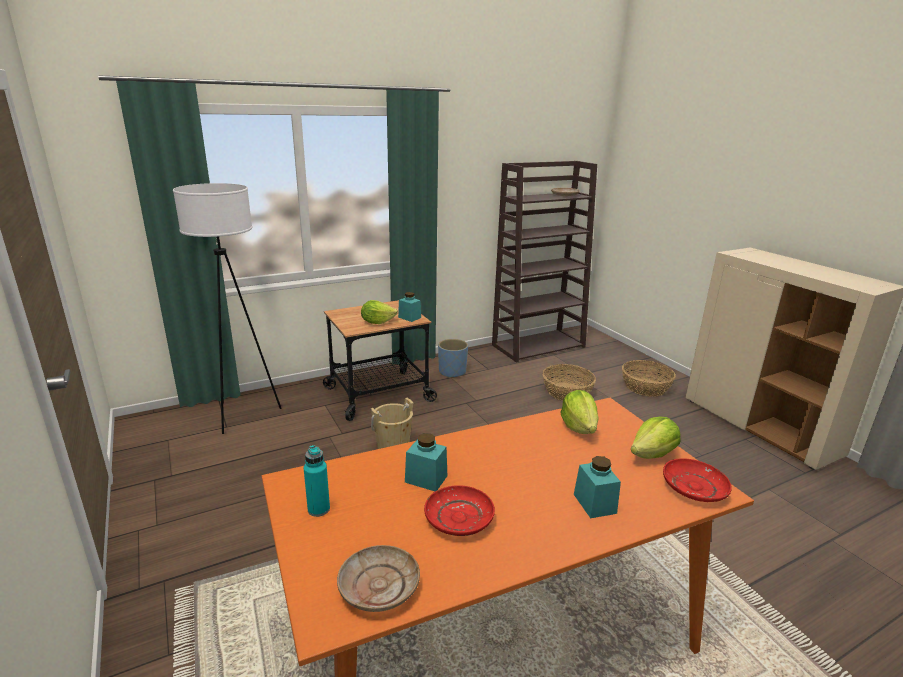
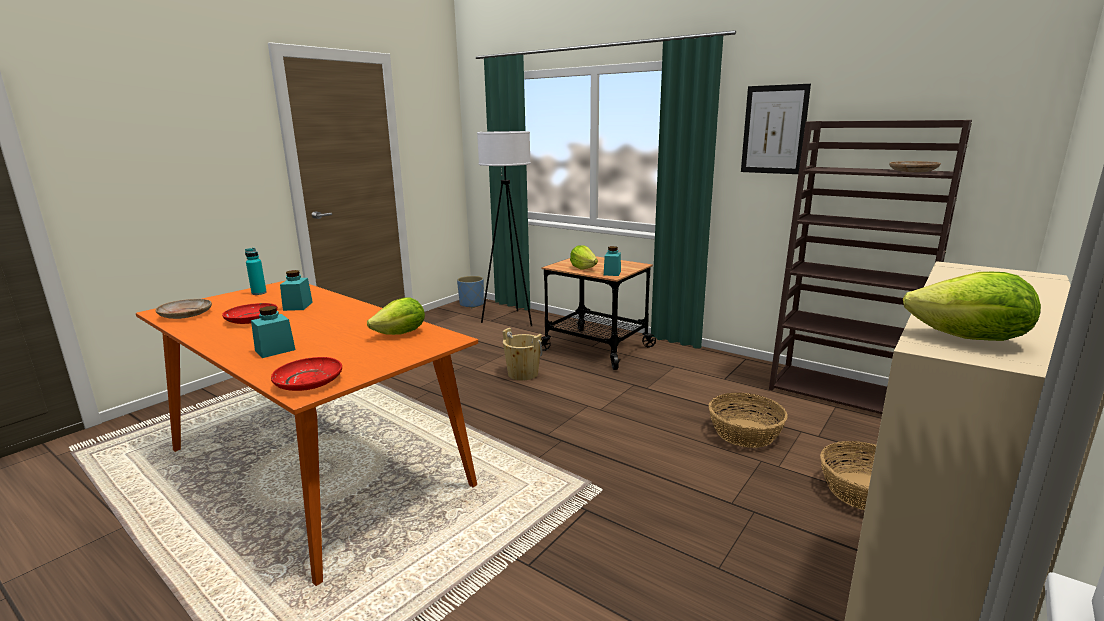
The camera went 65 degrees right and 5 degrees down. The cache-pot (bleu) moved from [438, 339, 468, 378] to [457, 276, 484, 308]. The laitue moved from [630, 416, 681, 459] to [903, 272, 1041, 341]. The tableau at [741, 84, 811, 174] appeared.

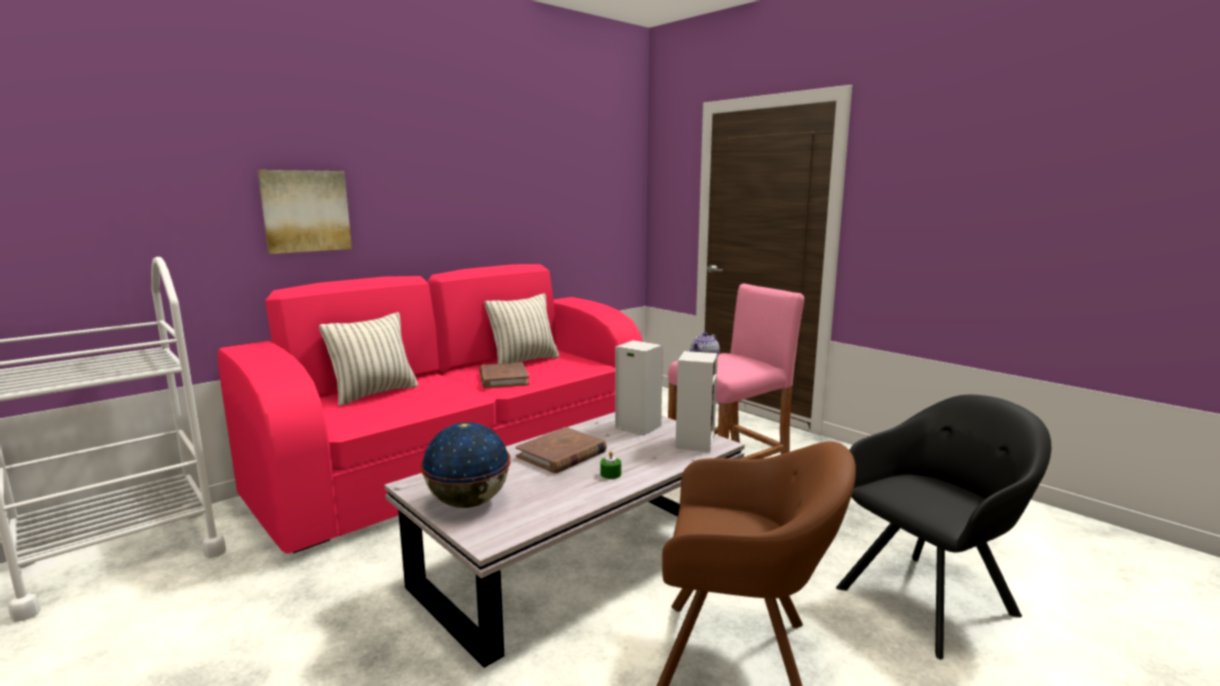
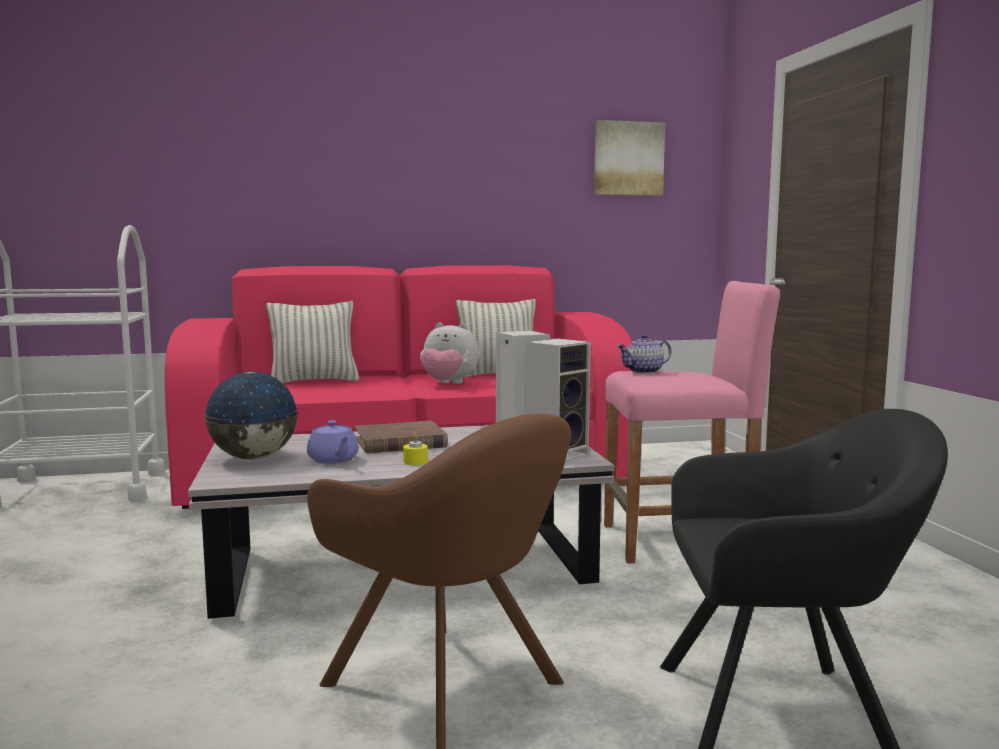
The camera went 30 degrees right and 5 degrees down. The tableau moved from [258, 170, 352, 254] to [594, 120, 665, 196]. The livre (marron) at [479, 362, 530, 388] was replaced by the peluche at [420, 323, 479, 384]. The bougie (vert) at [600, 451, 621, 479] became the bougie (jaune) at [403, 433, 428, 465]. The théière (violet) at [307, 420, 359, 464] appeared.

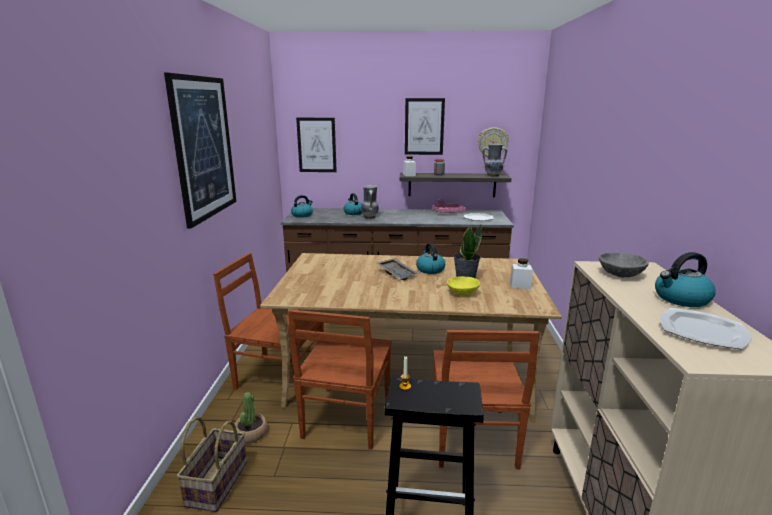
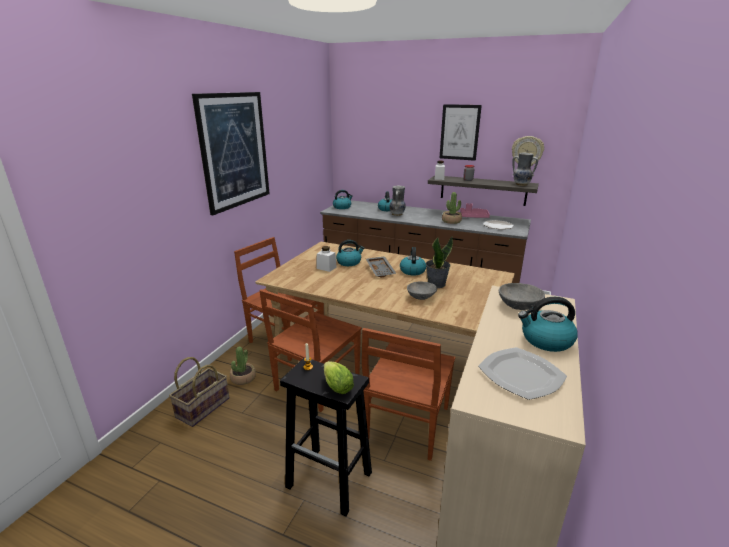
The camera went 20 degrees right and 5 degrees up. The tableau at [296, 118, 337, 172] disappeared. The bocal (blanc) moved from [510, 258, 533, 289] to [317, 246, 337, 272]. The bol (jaune) at [447, 276, 480, 296] became the bol (gris) at [407, 281, 437, 300]. The plante en pot at [442, 192, 462, 224] appeared. The bouilloire at [336, 240, 364, 266] appeared. The laitue at [324, 361, 354, 394] appeared.

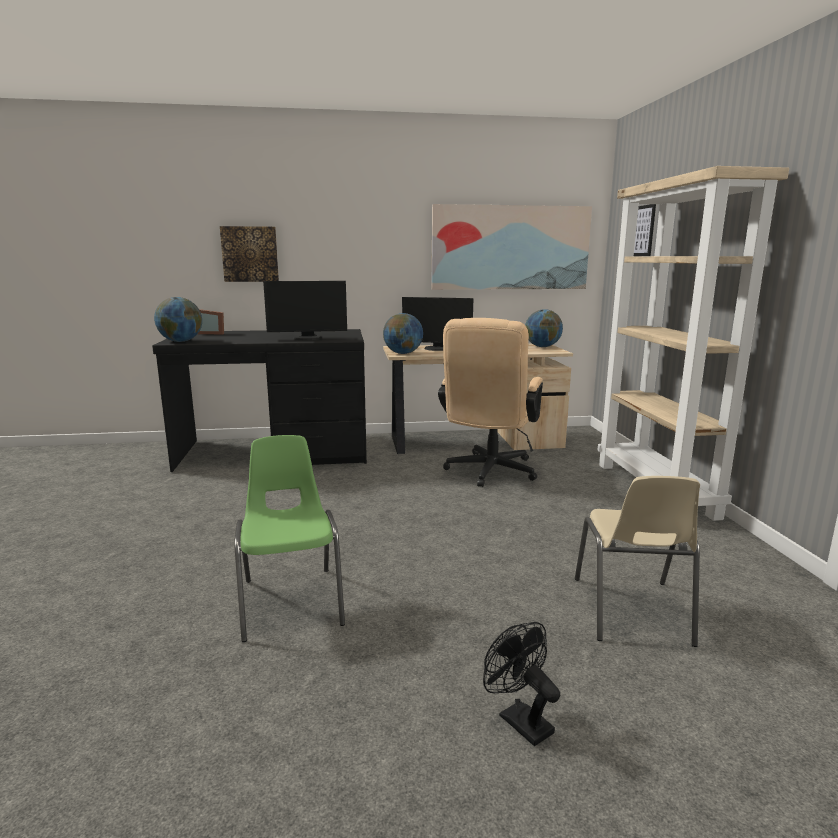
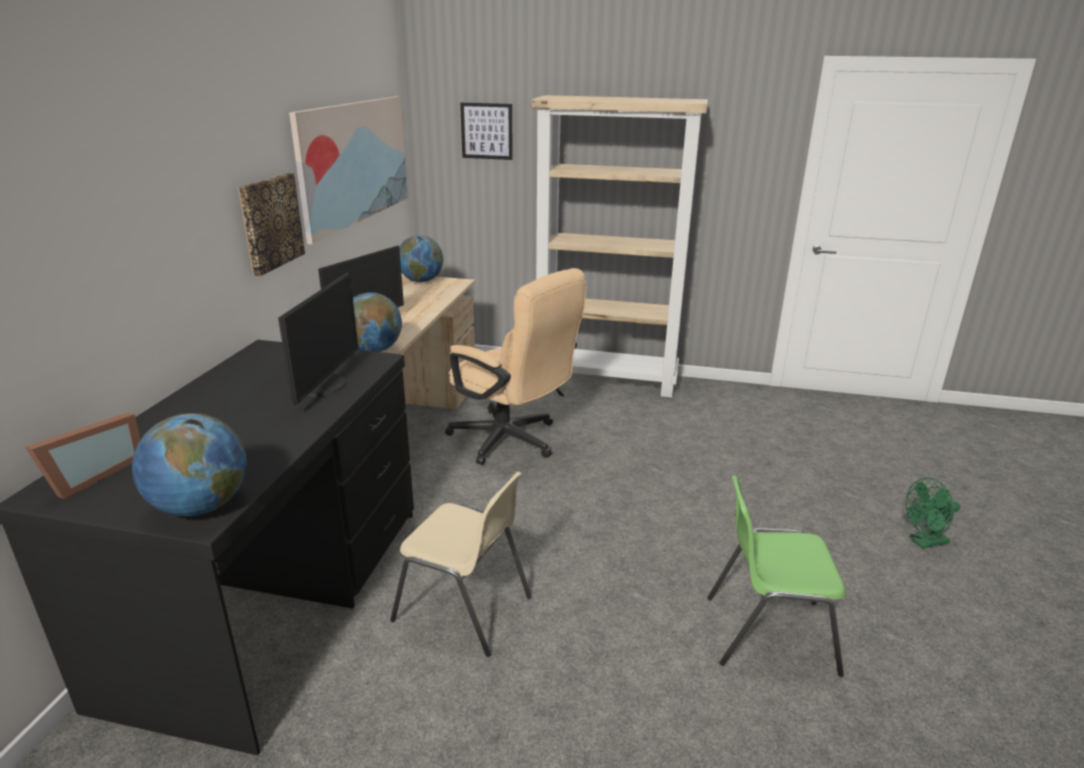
The camera went 70 degrees left and 10 degrees up. The tableau moved from [220, 226, 279, 282] to [238, 173, 305, 276]. The chaise (beige) moved from [575, 476, 700, 647] to [390, 472, 532, 657]. The ventilateur (noir) at [483, 622, 560, 746] became the ventilateur (vert) at [906, 478, 960, 549].

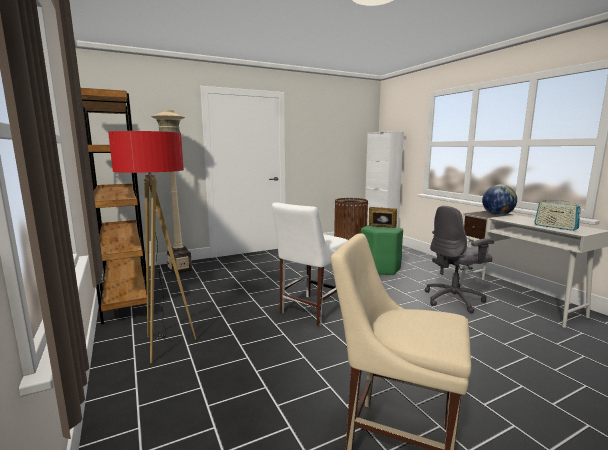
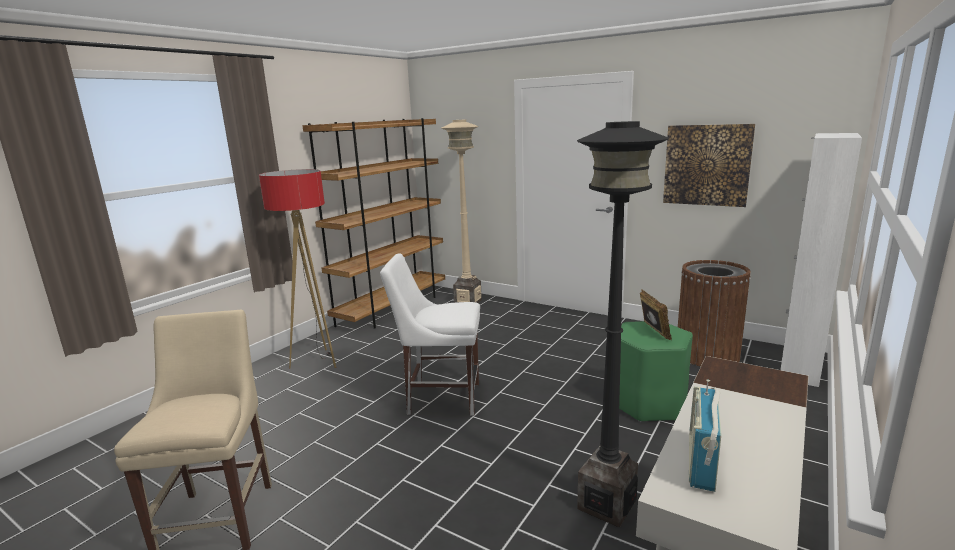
The camera went 60 degrees right and 5 degrees up. The globe at [482, 185, 517, 216] disappeared. The chaise de bureau (gris) at [425, 206, 494, 313] was replaced by the lampadaire (noir) at [577, 121, 669, 527]. The tableau at [663, 124, 755, 207] appeared.

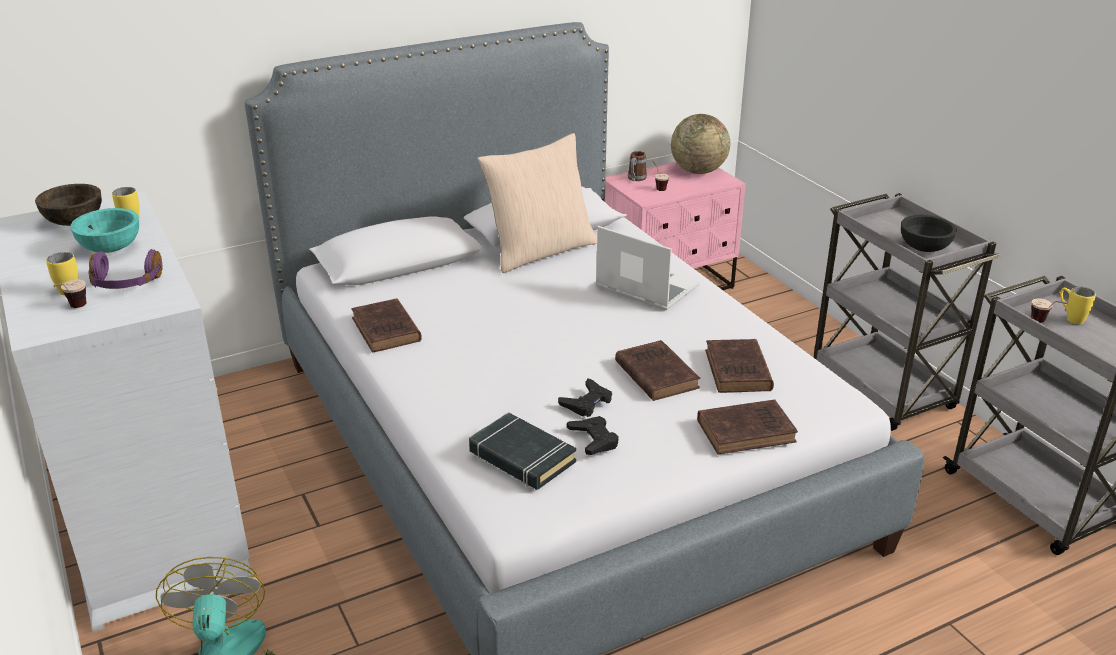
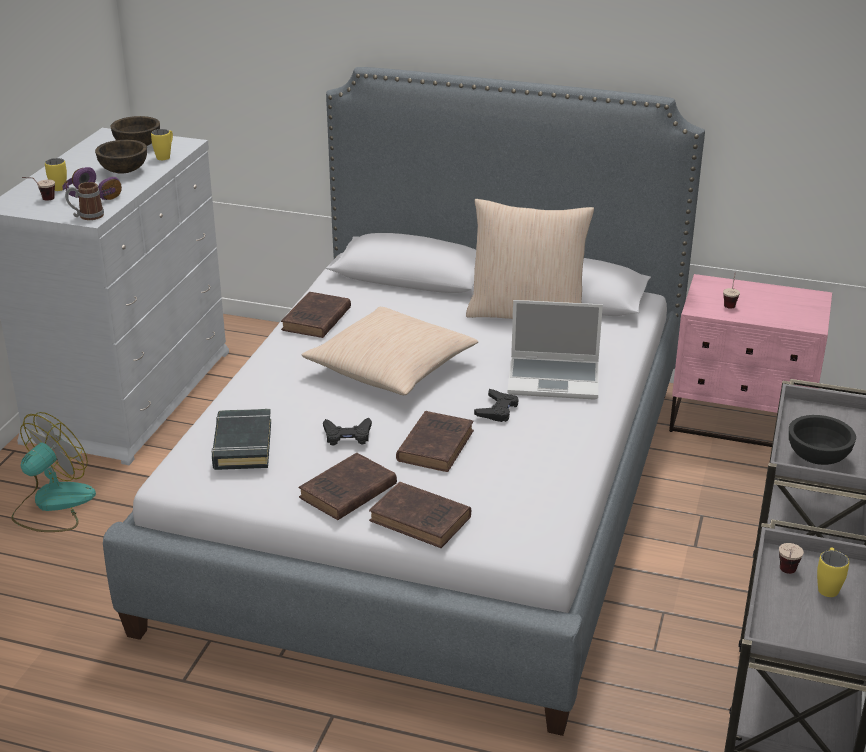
The camera went 45 degrees right and 0 degrees up. The globe at [671, 114, 730, 174] disappeared. The mug moved from [628, 151, 647, 181] to [65, 182, 104, 220]. The bol (turquoise) at [70, 208, 139, 253] became the bol (marron) at [95, 140, 147, 174]. The ordinateur portable at [596, 226, 700, 310] turned 105 degrees clockwise. The livre (marron) moved from [705, 339, 774, 393] to [298, 453, 397, 520]. The manette (noir) moved from [567, 416, 618, 455] to [474, 389, 518, 422]. The coussin (beige) at [301, 307, 478, 395] appeared.

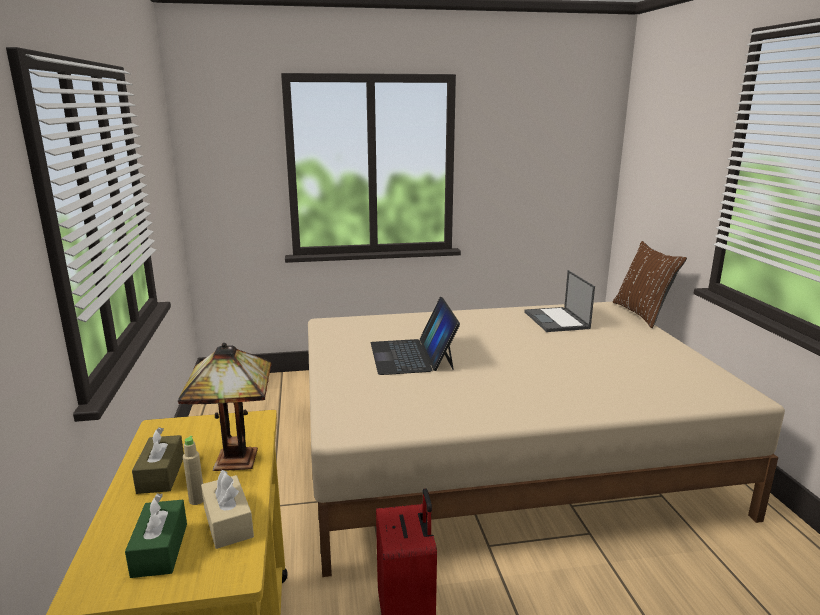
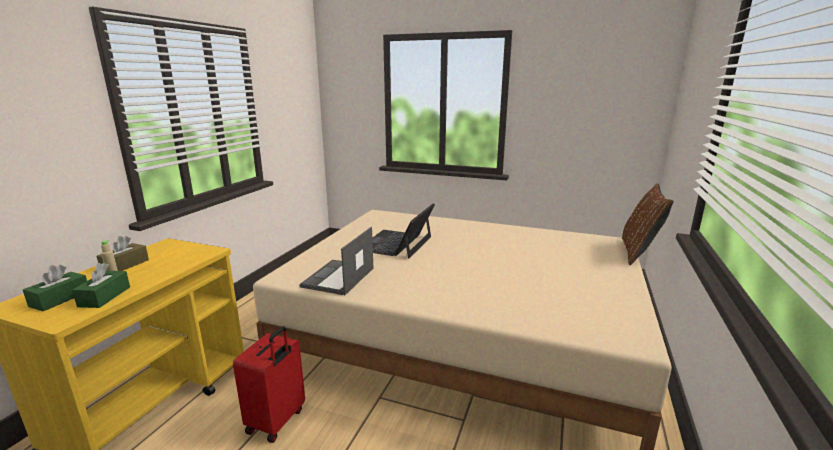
The camera went 30 degrees right and 0 degrees up. The ordinateur portable moved from [524, 270, 595, 332] to [299, 227, 373, 295]. The lampe de table at [178, 343, 271, 471] disappeared. The boîte à mouchoirs (beige) at [201, 470, 254, 549] became the boîte à mouchoirs (vert) at [72, 263, 130, 308].

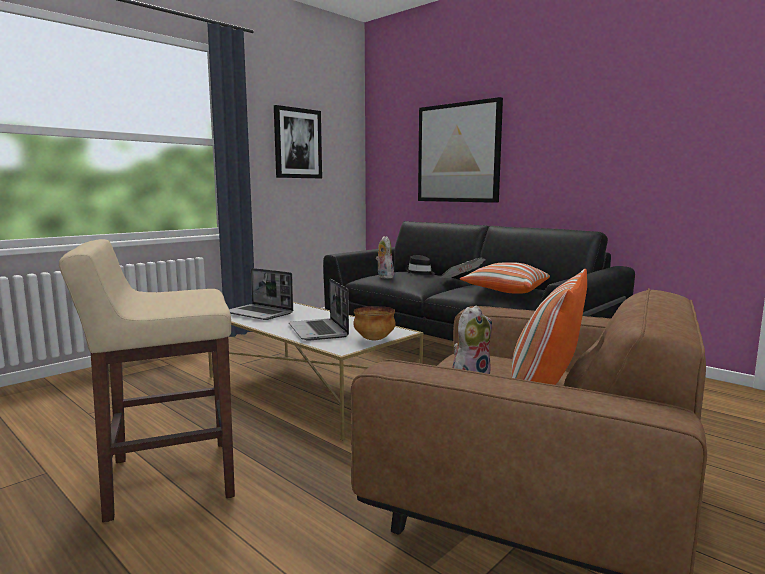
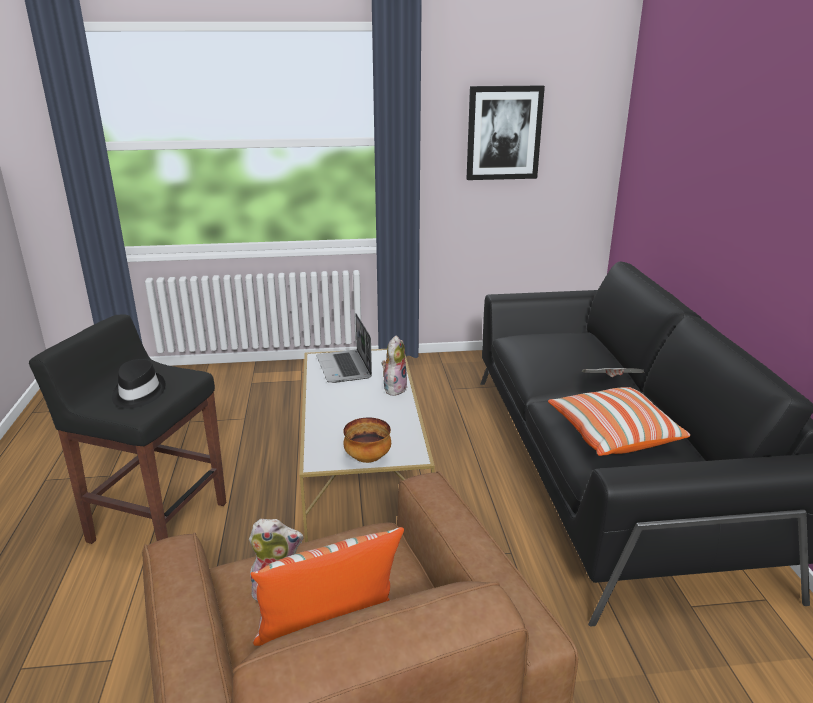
The camera went 40 degrees right and 15 degrees up. The tableau at [418, 97, 503, 203] disappeared. The peluche moved from [376, 236, 394, 279] to [381, 335, 407, 396]. The tabouret (beige) at [59, 239, 235, 522] became the tabouret (noir) at [29, 314, 226, 544]. The chapeau (noir) moved from [405, 255, 435, 275] to [112, 359, 166, 409]. The ordinateur portable at [289, 278, 349, 341] disappeared.

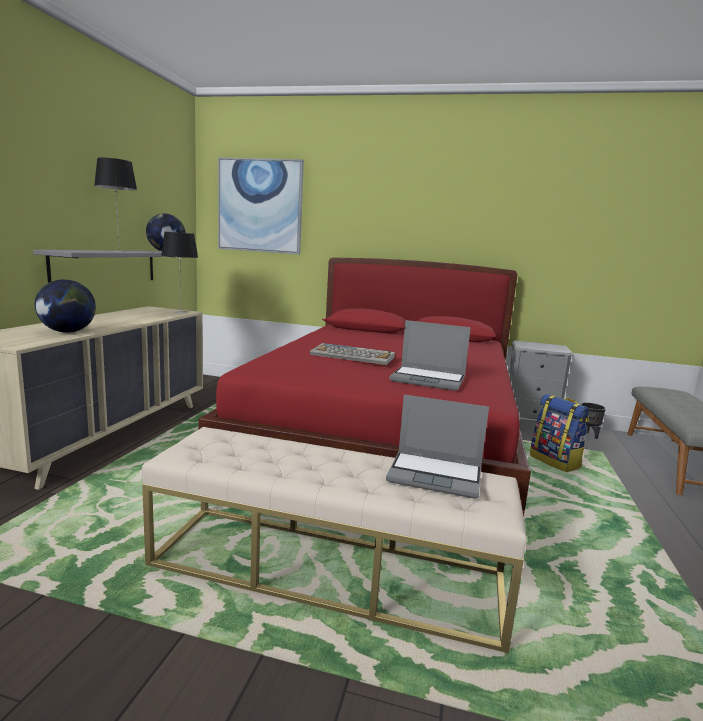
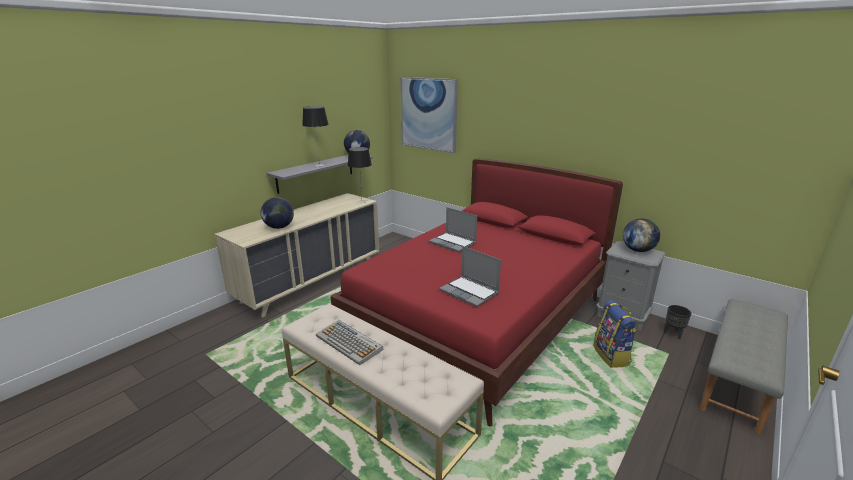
The camera went 25 degrees right and 10 degrees up. The clavier moved from [310, 343, 395, 365] to [316, 320, 383, 365]. The ordinateur portable moved from [386, 395, 489, 499] to [429, 207, 477, 252]. The globe at [623, 218, 660, 252] appeared.

